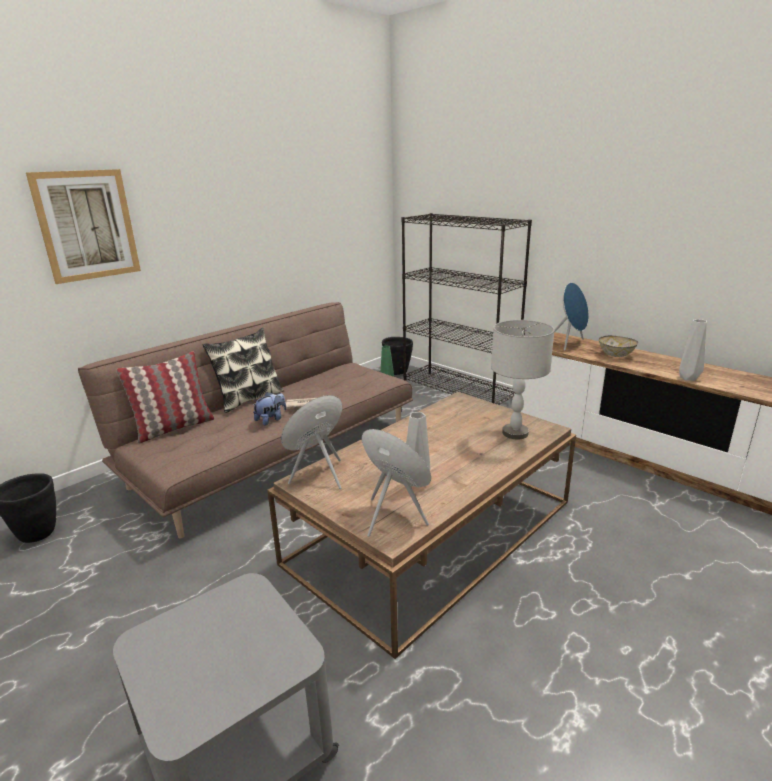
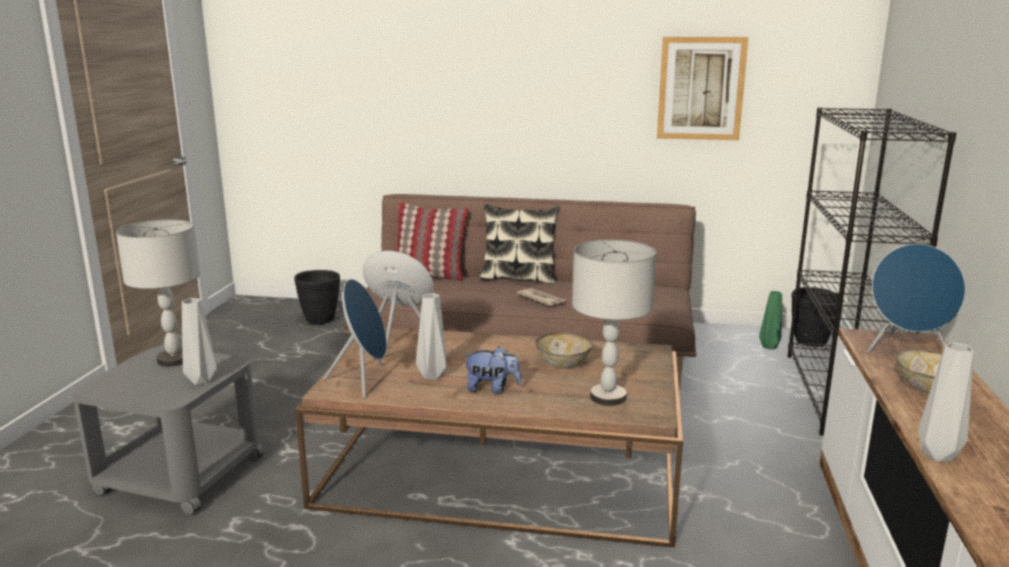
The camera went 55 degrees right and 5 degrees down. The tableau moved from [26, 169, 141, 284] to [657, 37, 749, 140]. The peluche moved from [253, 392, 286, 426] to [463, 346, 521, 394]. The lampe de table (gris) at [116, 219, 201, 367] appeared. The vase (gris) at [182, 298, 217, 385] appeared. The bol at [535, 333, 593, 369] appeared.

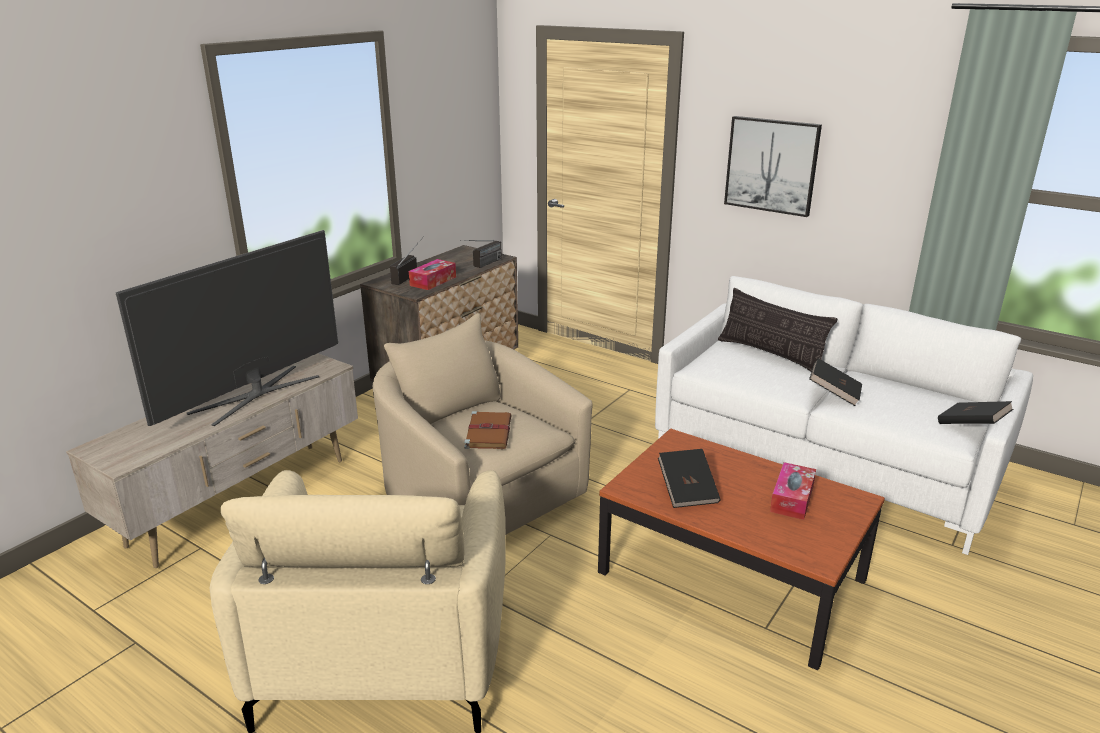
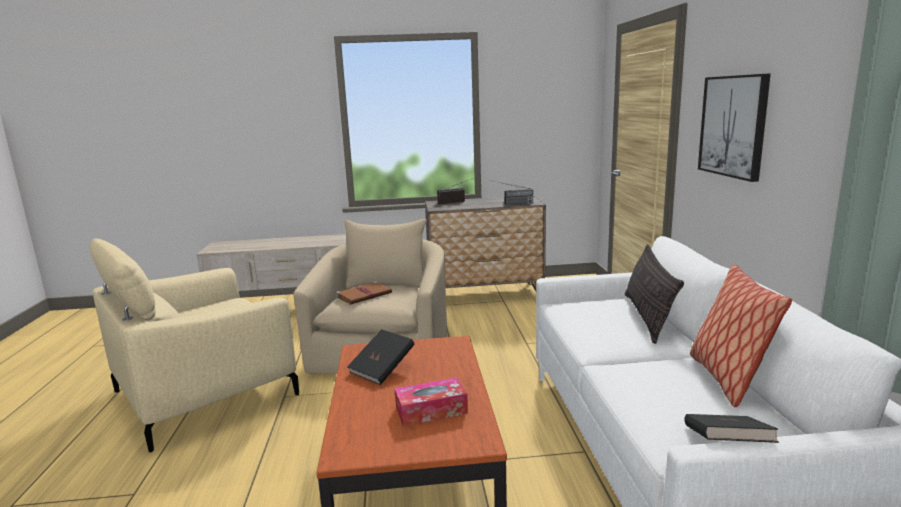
The camera went 50 degrees right and 10 degrees down. The téléviseur at [116, 230, 338, 426] disappeared. The boîte à mouchoirs at [409, 259, 456, 290] disappeared. The livre (noir) at [809, 358, 862, 406] disappeared. The coussin at [690, 264, 792, 407] appeared.

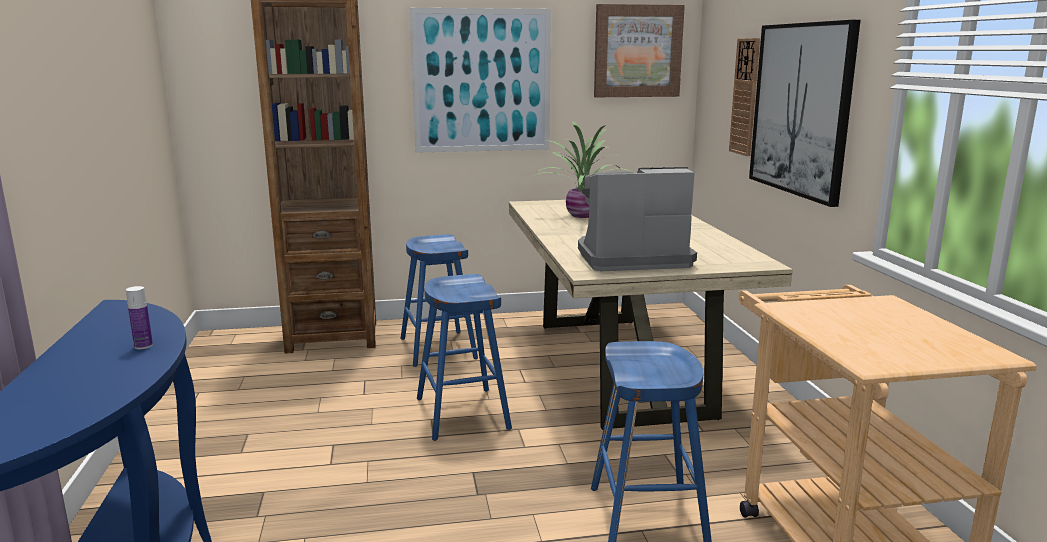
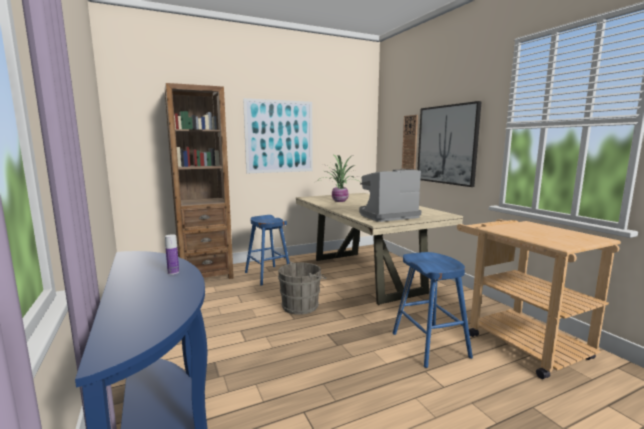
The camera went 15 degrees left and 5 degrees down. The tableau at [594, 4, 685, 97] disappeared. The tabouret (bleu) at [417, 274, 512, 441] was replaced by the seau (gris) at [278, 261, 327, 315].

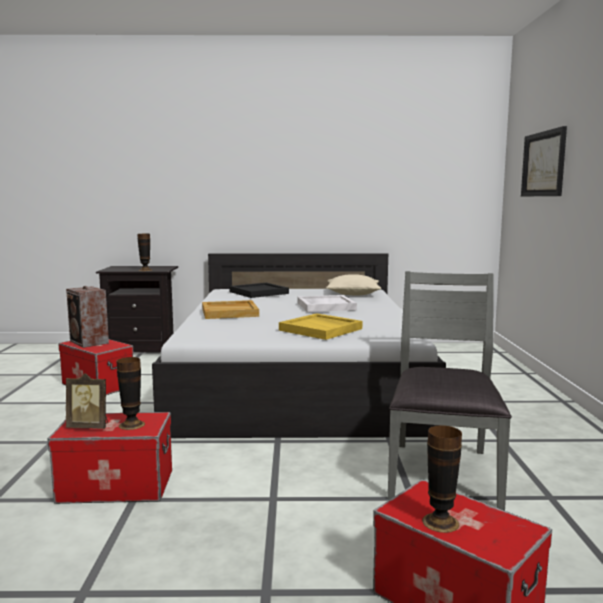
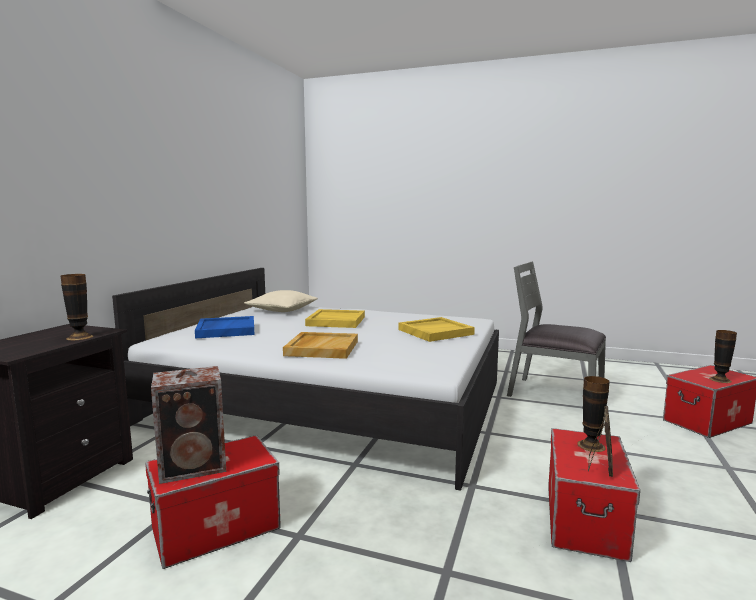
The camera went 70 degrees left and 0 degrees up. The tableau at [521, 126, 567, 196] disappeared. The plateau (noir) at [229, 283, 289, 298] became the plateau (bleu) at [195, 316, 255, 338]. The plateau (blanc) at [297, 295, 357, 312] became the plateau (jaune) at [305, 309, 365, 328].

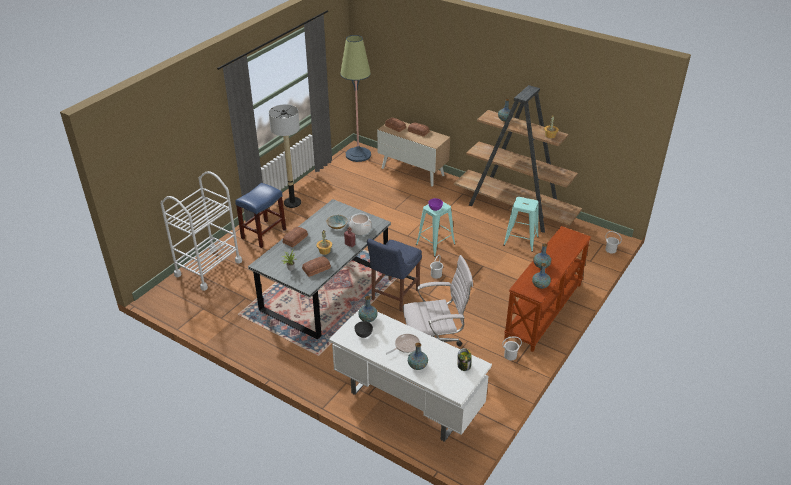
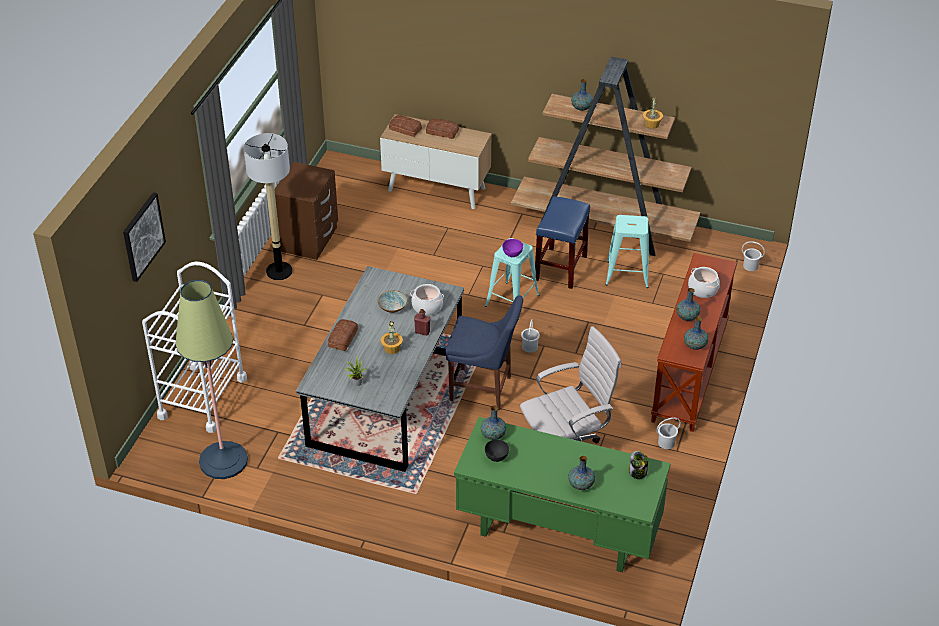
The camera went 15 degrees left and 5 degrees up. The lampadaire moved from [340, 35, 371, 162] to [175, 280, 248, 479]. The tabouret (bleu) moved from [235, 183, 286, 248] to [535, 196, 590, 289]. The chaise (bleu) at [367, 239, 422, 312] turned 90 degrees counterclockwise. The pain at [302, 257, 331, 277] disappeared. The bureau (blanc) at [329, 305, 492, 442] became the bureau (vert) at [454, 417, 671, 572]. The poêle at [386, 334, 420, 355] disappeared. The table de chevet (marron) at [274, 162, 338, 260] appeared. The tableau at [123, 192, 166, 282] appeared. The marmite at [688, 267, 720, 298] appeared.

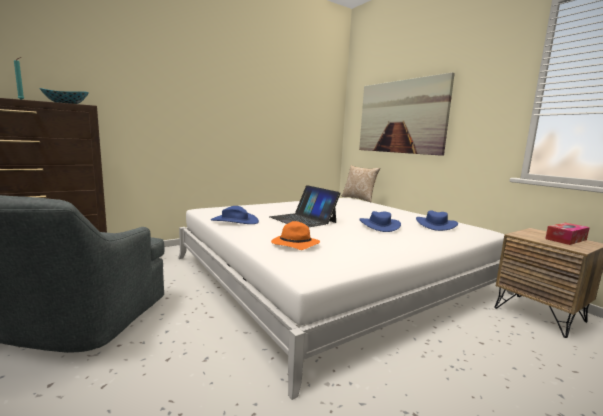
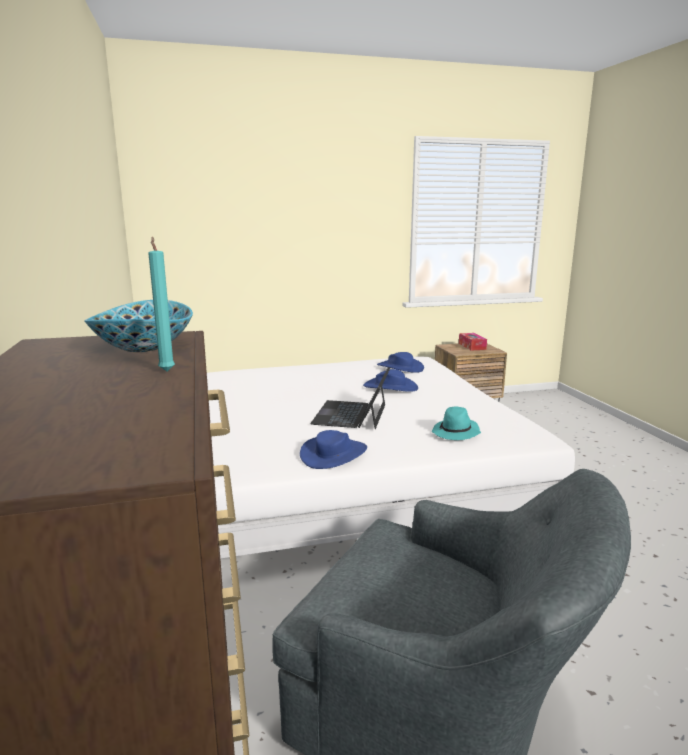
The camera went 70 degrees left and 5 degrees up. The tableau at [359, 72, 455, 156] disappeared. The coussin at [342, 165, 380, 202] disappeared. The ordinateur portable at [269, 185, 341, 227] turned 120 degrees clockwise. The chapeau (orange) at [271, 221, 320, 250] became the chapeau (turquoise) at [431, 406, 481, 440].

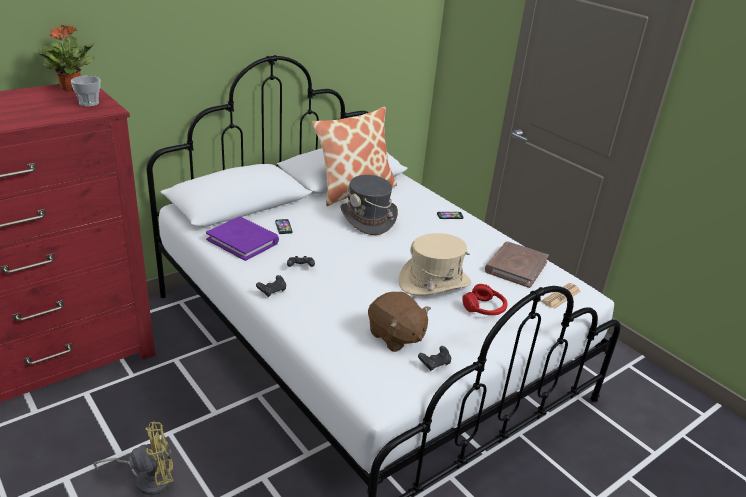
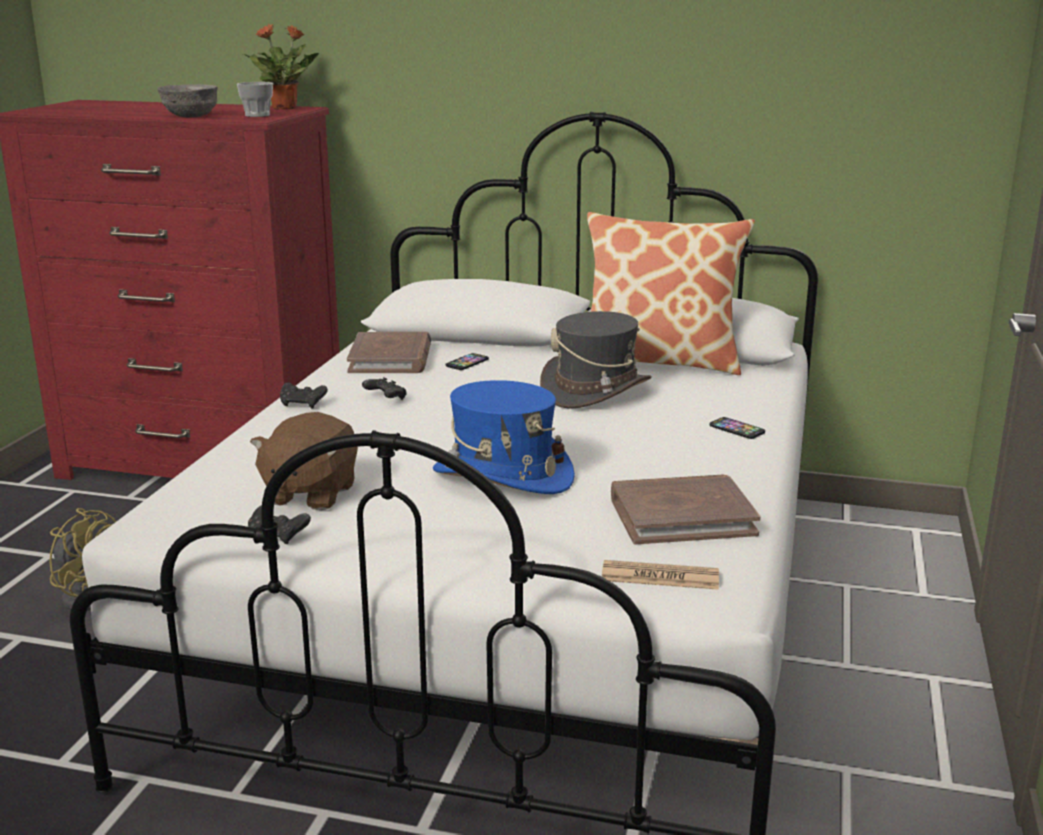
The camera went 55 degrees right and 10 degrees down. The livre (violet) at [206, 217, 279, 261] became the livre (marron) at [347, 332, 431, 373]. The chapeau (beige) at [399, 233, 471, 295] became the chapeau (bleu) at [433, 380, 575, 494]. The casque audio (rouge) at [462, 284, 508, 315] disappeared. The bol (gris) at [157, 84, 218, 117] appeared.

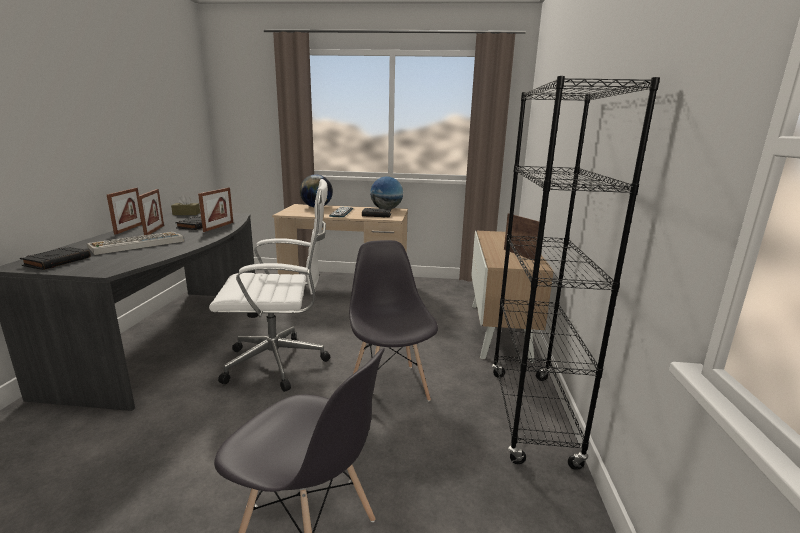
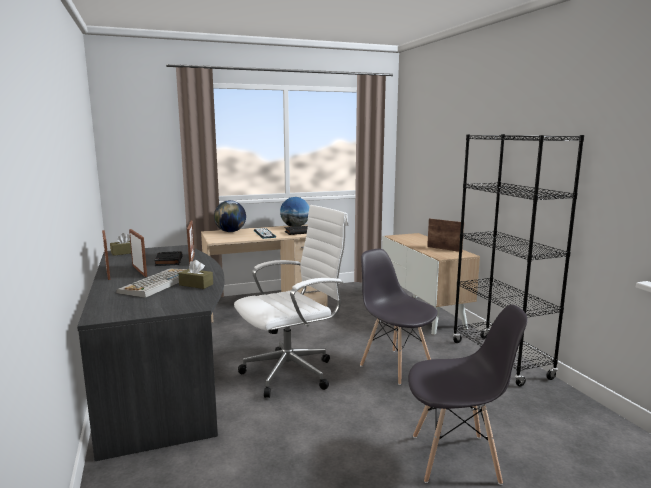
The camera went 25 degrees left and 5 degrees down. The livre (noir) at [20, 247, 91, 270] disappeared. The boîte à mouchoirs (marron) at [178, 260, 213, 289] appeared.

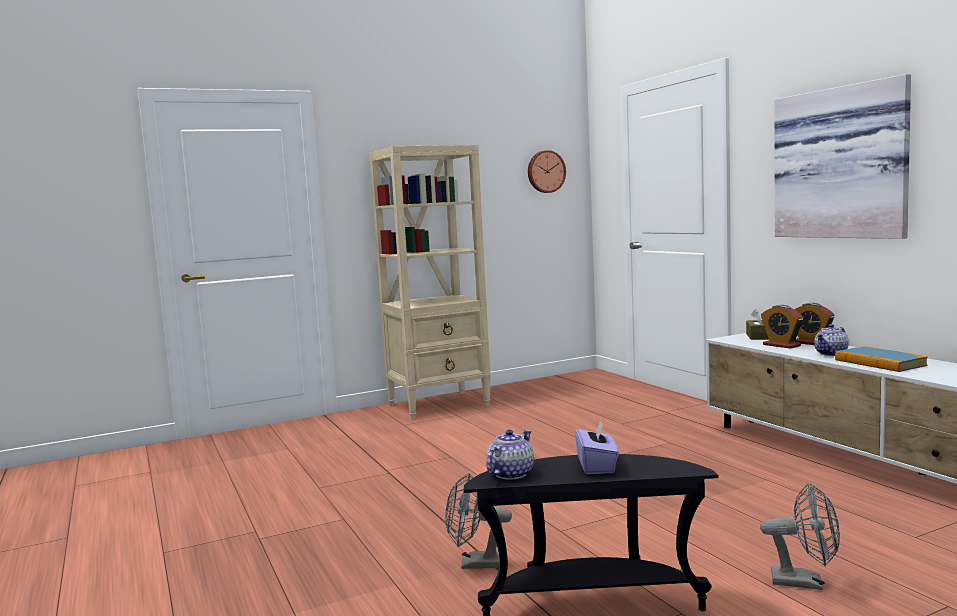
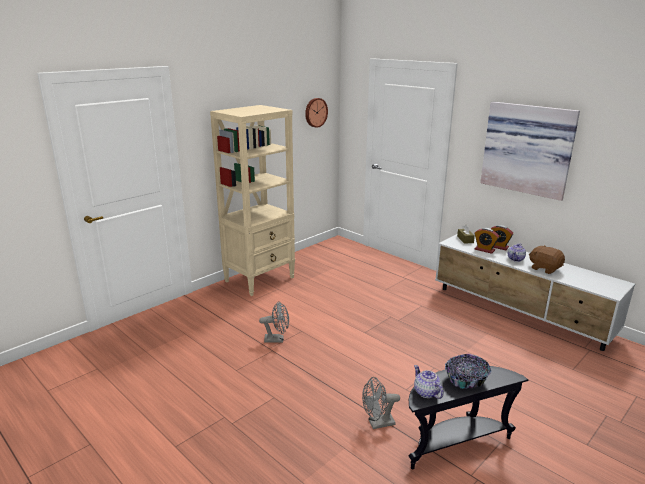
The camera went 20 degrees left and 15 degrees up. The livre at [835, 346, 928, 372] was replaced by the peluche (marron) at [529, 245, 565, 274]. The boîte à mouchoirs (violet) at [575, 420, 619, 474] was replaced by the bol at [445, 354, 491, 389]. The théière at [487, 429, 534, 480] turned 45 degrees counterclockwise. The ventilateur (gris) moved from [760, 483, 840, 590] to [259, 301, 289, 343].

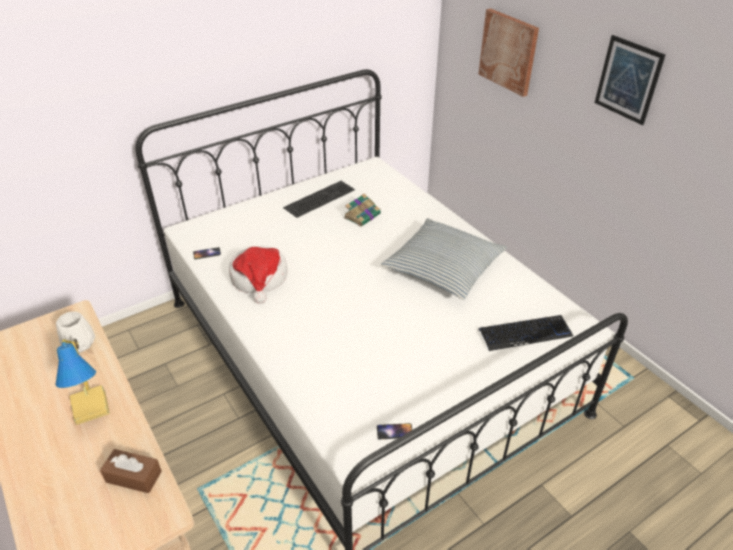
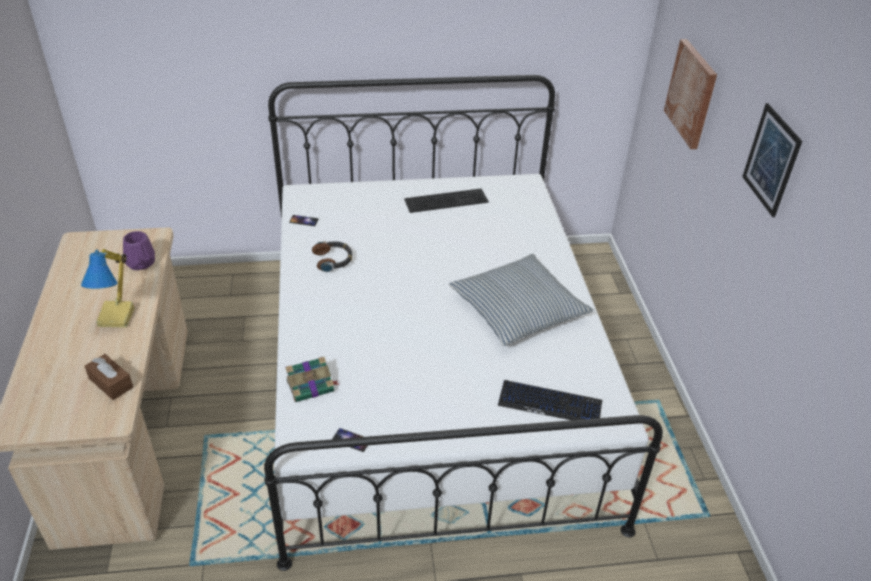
The camera went 25 degrees right and 0 degrees up. The livre moved from [344, 193, 381, 227] to [285, 357, 339, 402]. The chapeau at [229, 246, 288, 304] was replaced by the casque audio at [312, 241, 352, 272]. The vase (blanc) at [56, 312, 95, 353] became the vase (violet) at [123, 231, 155, 270].

